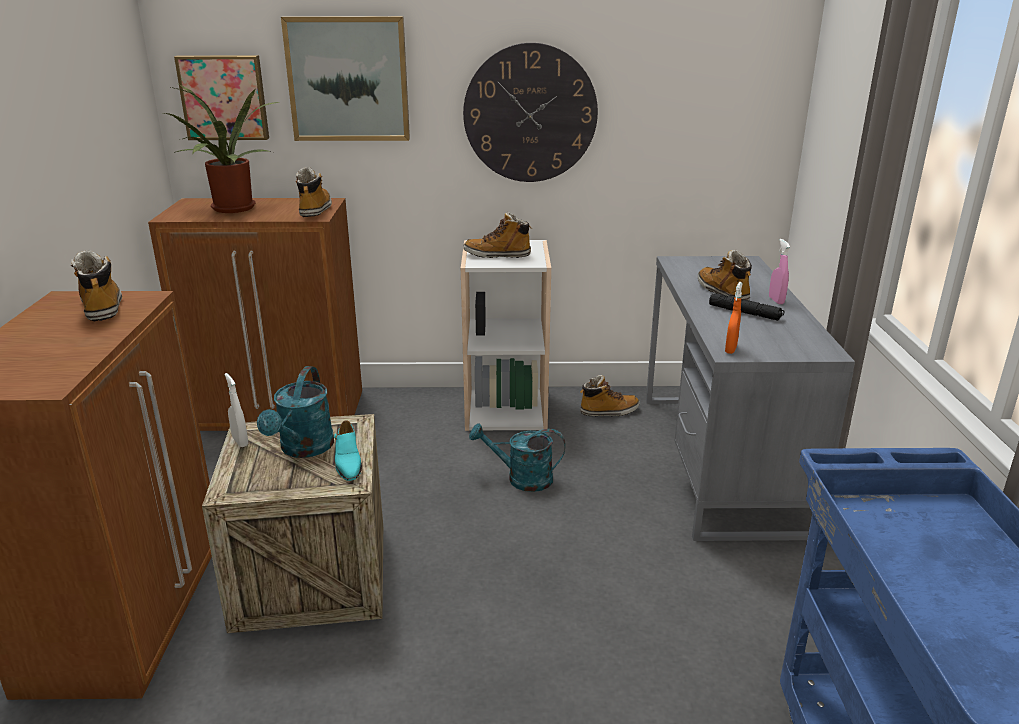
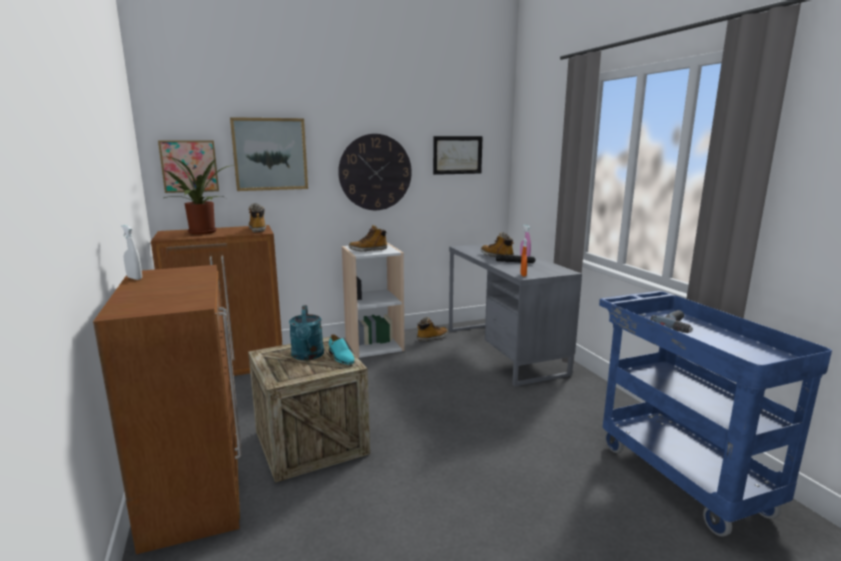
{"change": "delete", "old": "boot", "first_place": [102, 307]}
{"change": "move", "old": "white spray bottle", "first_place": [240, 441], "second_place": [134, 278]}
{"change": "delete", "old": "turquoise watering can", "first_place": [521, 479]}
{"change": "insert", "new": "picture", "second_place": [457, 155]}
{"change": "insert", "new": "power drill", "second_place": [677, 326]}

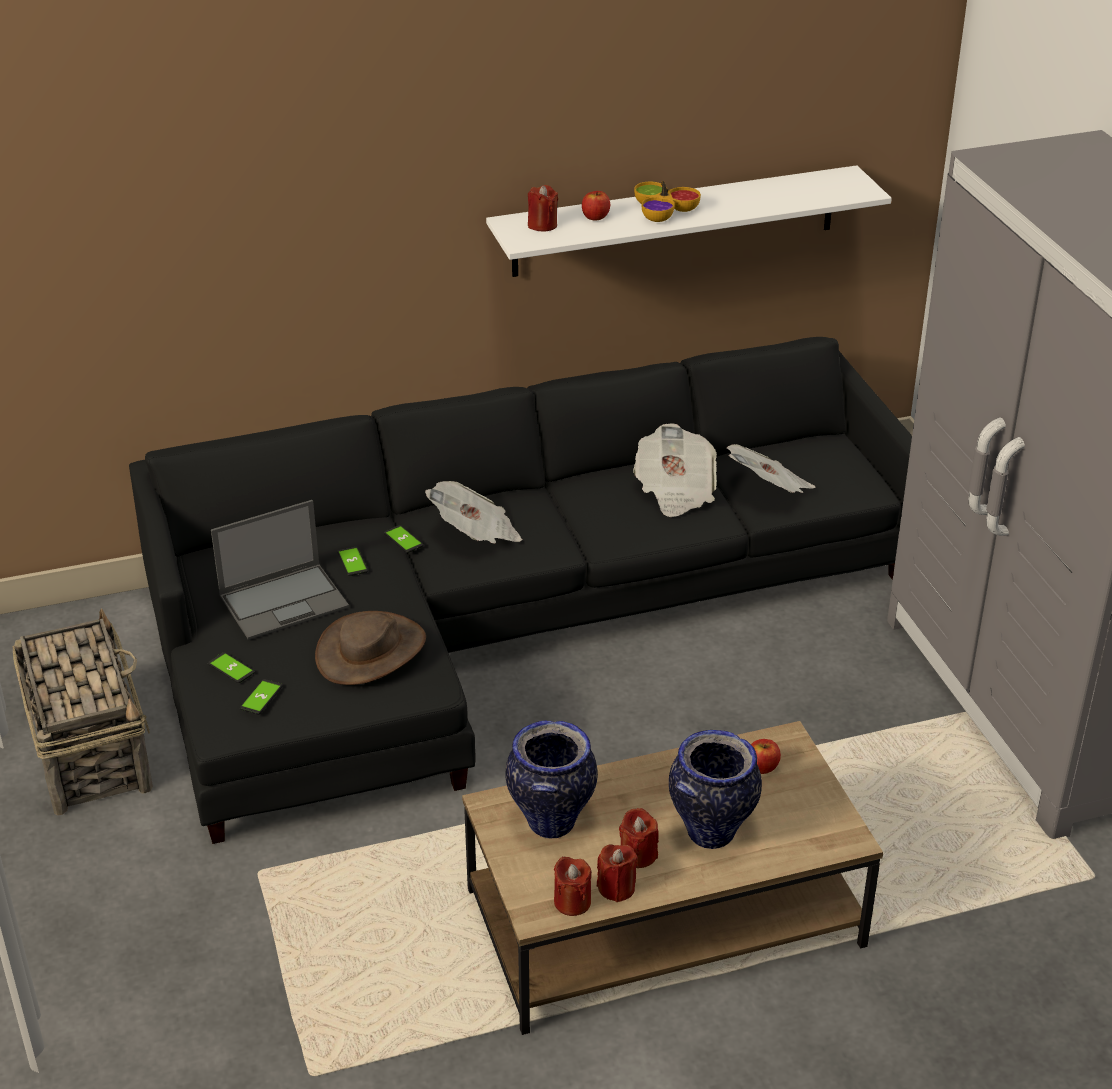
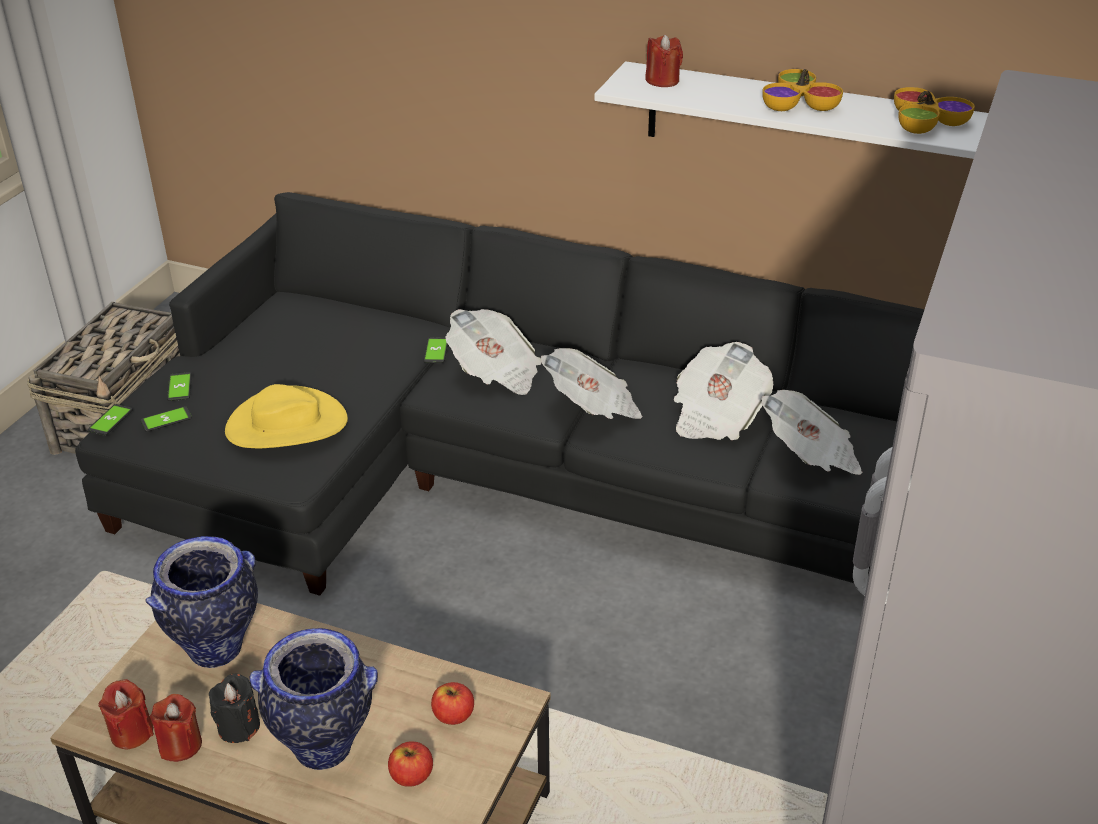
{"change": "move", "old": "apple", "first_place": [595, 217], "second_place": [411, 776]}
{"change": "delete", "old": "laptop", "first_place": [285, 601]}
{"change": "move", "old": "phone", "first_place": [352, 562], "second_place": [111, 420]}
{"change": "recolor", "old": "brown hat", "new": "yellow hat", "first_place": [371, 651], "second_place": [286, 425]}
{"change": "recolor", "old": "red candle", "new": "black candle", "first_place": [638, 855], "second_place": [239, 726]}
{"change": "insert", "new": "bowl", "second_place": [925, 122]}
{"change": "insert", "new": "newspaper", "second_place": [593, 407]}

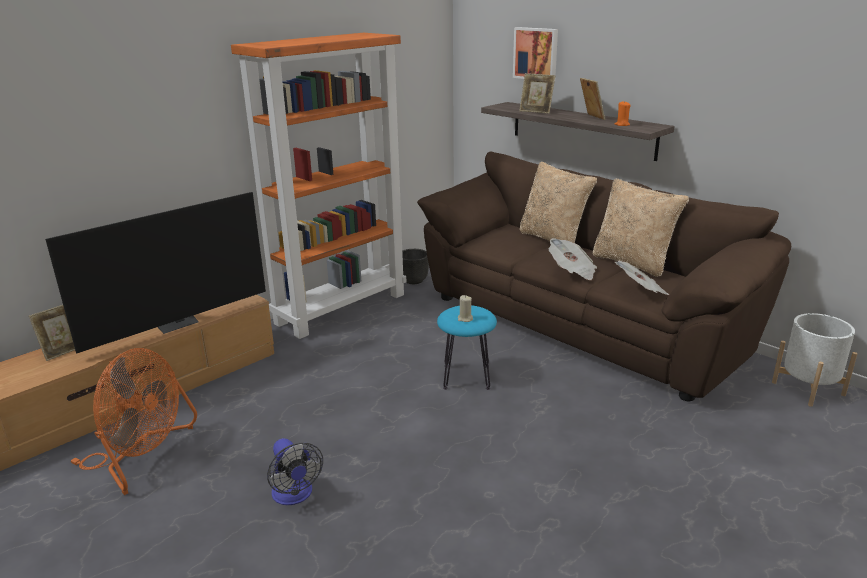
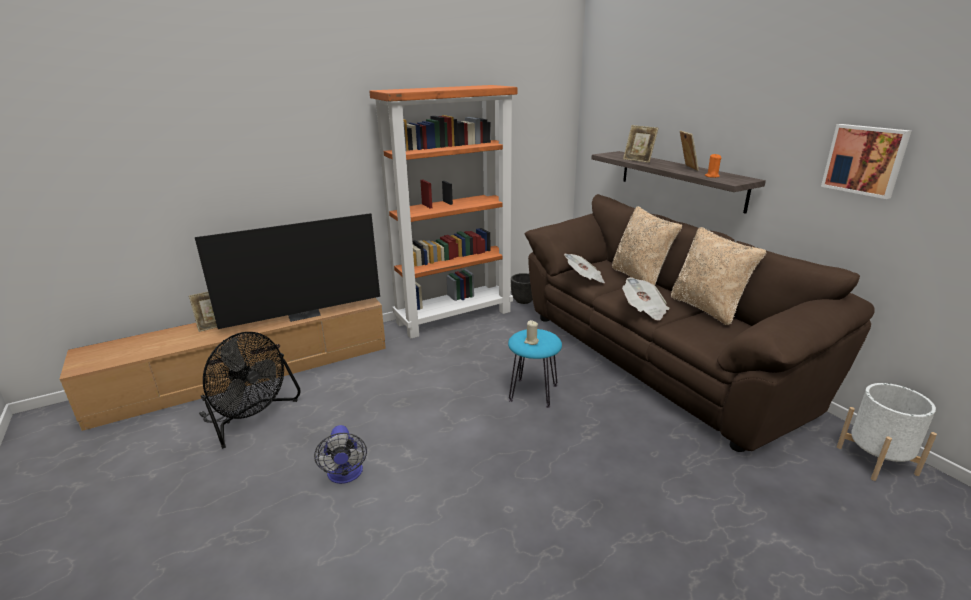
{"change": "move", "old": "picture", "first_place": [536, 54], "second_place": [865, 160]}
{"change": "move", "old": "newspaper", "first_place": [640, 291], "second_place": [584, 278]}
{"change": "recolor", "old": "orange fan", "new": "black fan", "first_place": [139, 457], "second_place": [247, 419]}

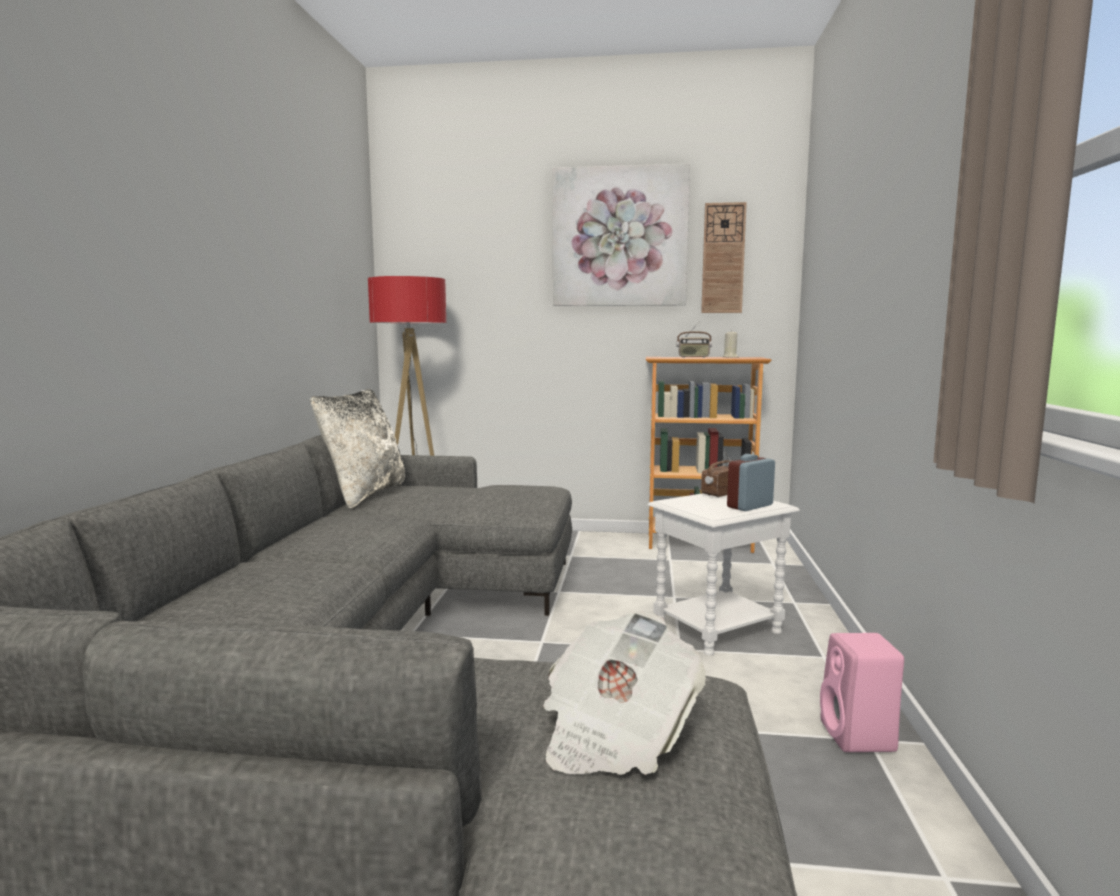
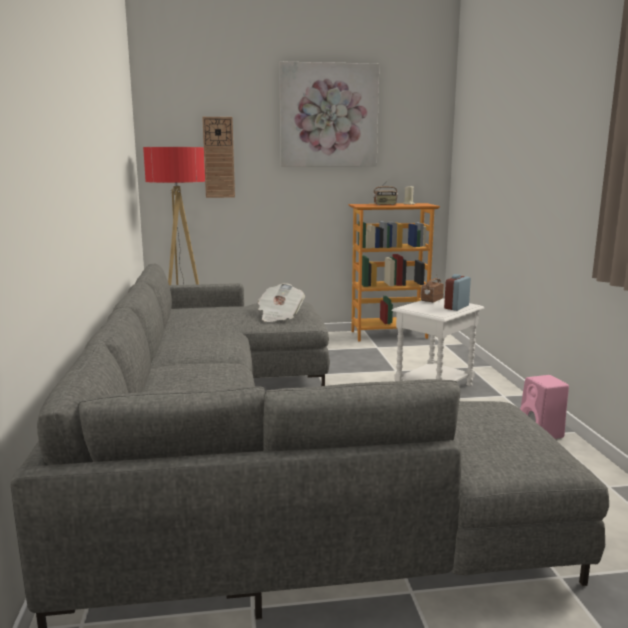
{"change": "move", "old": "wall clock", "first_place": [723, 258], "second_place": [219, 157]}
{"change": "delete", "old": "beige pillow", "first_place": [365, 495]}
{"change": "move", "old": "newspaper", "first_place": [615, 733], "second_place": [279, 316]}

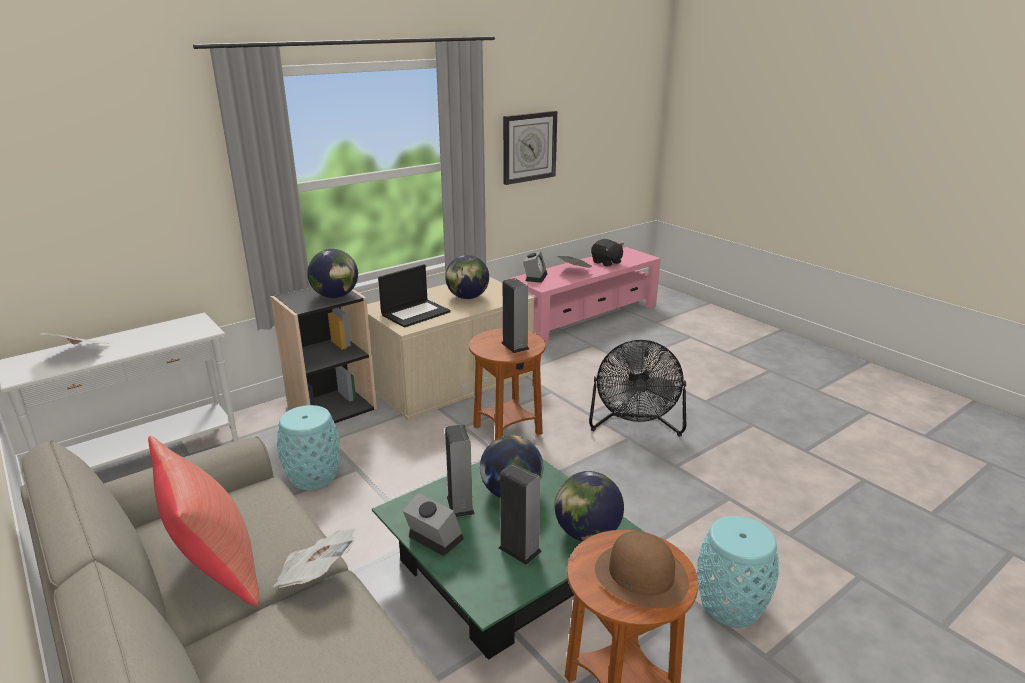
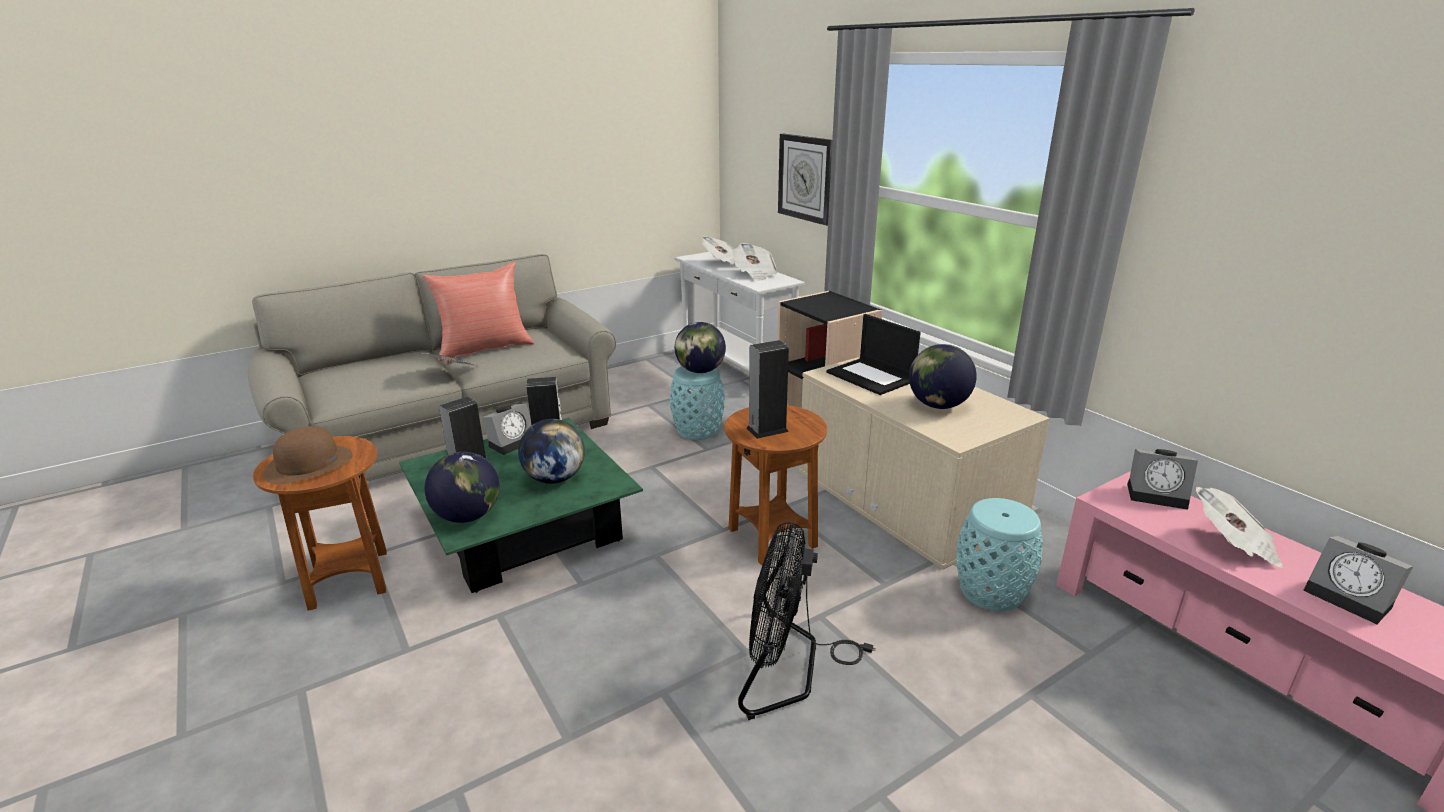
{"change": "move", "old": "wall clock", "first_place": [529, 147], "second_place": [806, 178]}
{"change": "replace", "old": "black plush toy", "new": "alarm clock", "first_place": [606, 262], "second_place": [1351, 598]}
{"change": "move", "old": "globe", "first_place": [335, 296], "second_place": [700, 371]}
{"change": "move", "old": "turquoise stool", "first_place": [730, 606], "second_place": [990, 592]}
{"change": "insert", "new": "newspaper", "second_place": [754, 274]}

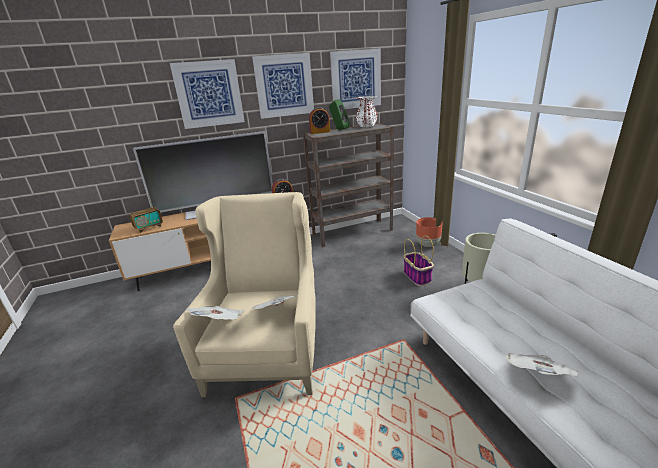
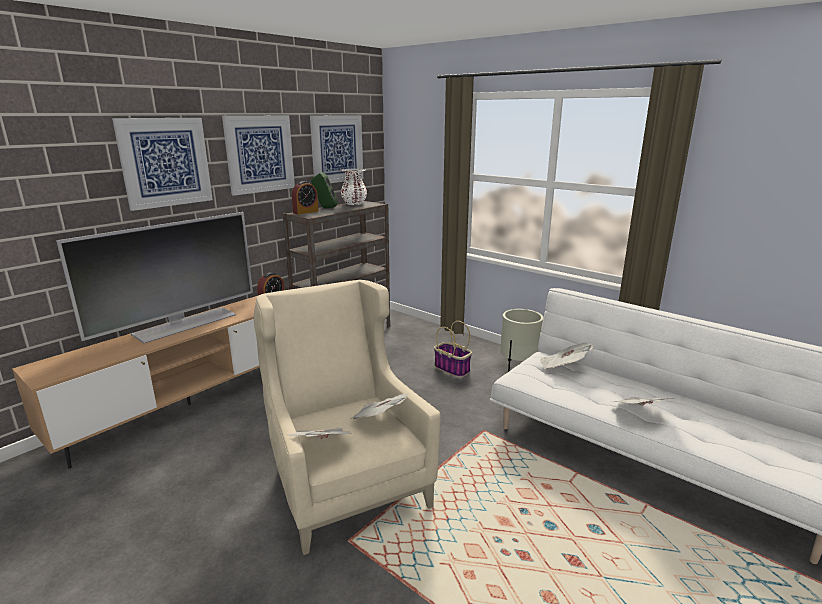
{"change": "delete", "old": "radio", "first_place": [149, 228]}
{"change": "delete", "old": "brown planter", "first_place": [428, 244]}
{"change": "insert", "new": "newspaper", "second_place": [563, 367]}

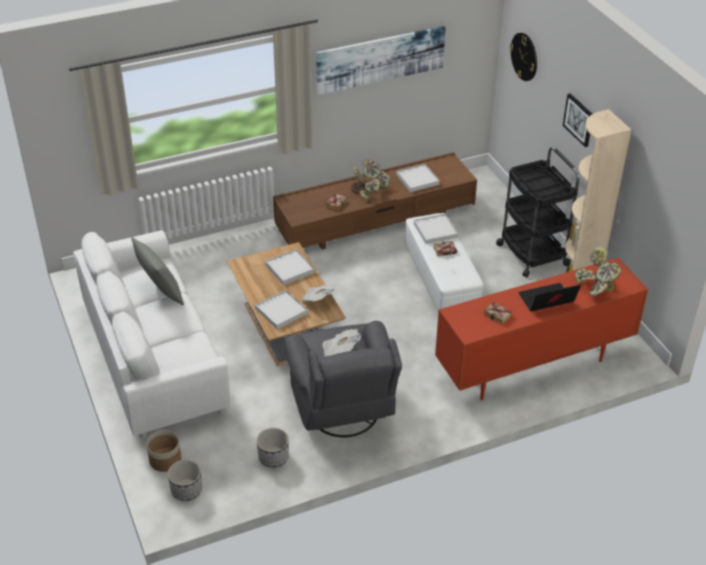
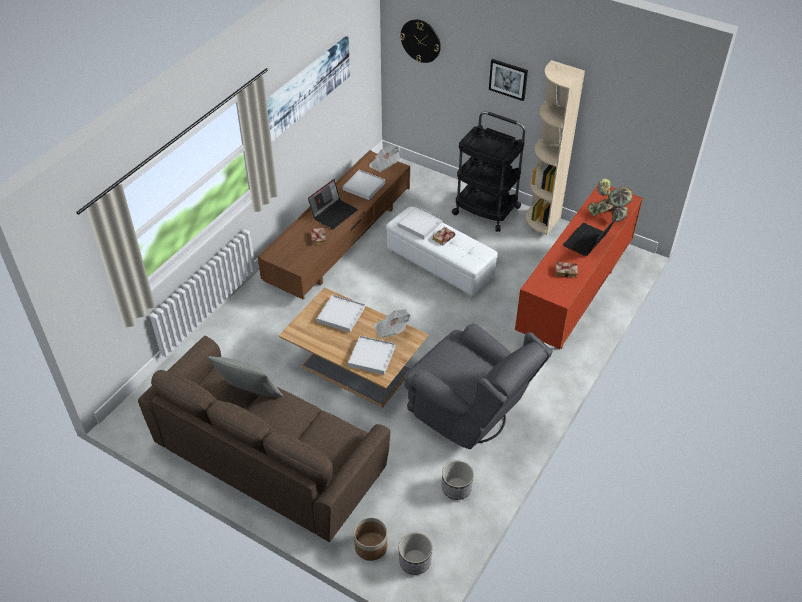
{"change": "replace", "old": "potted plant", "new": "laptop", "first_place": [369, 190], "second_place": [334, 213]}
{"change": "recolor", "old": "white sofa", "new": "brown sofa", "first_place": [154, 357], "second_place": [270, 459]}
{"change": "move", "old": "newspaper", "first_place": [340, 350], "second_place": [384, 165]}

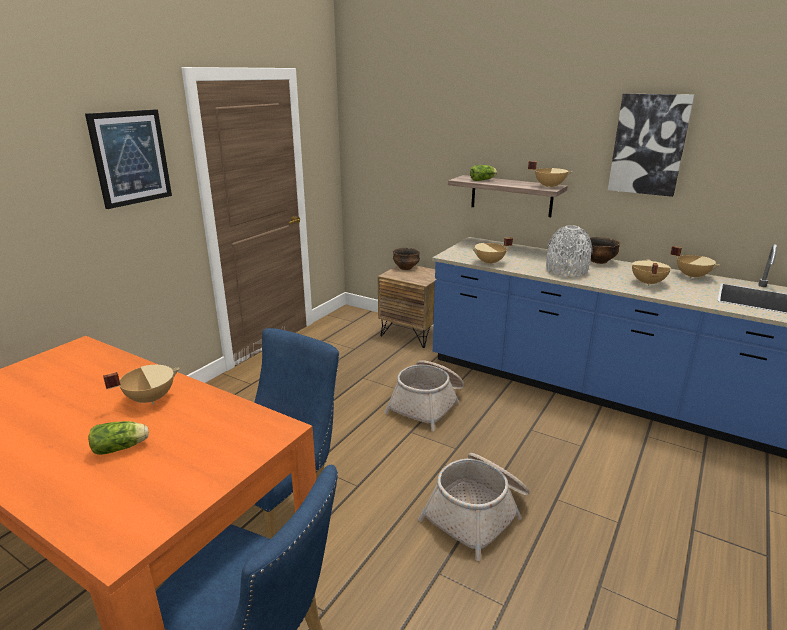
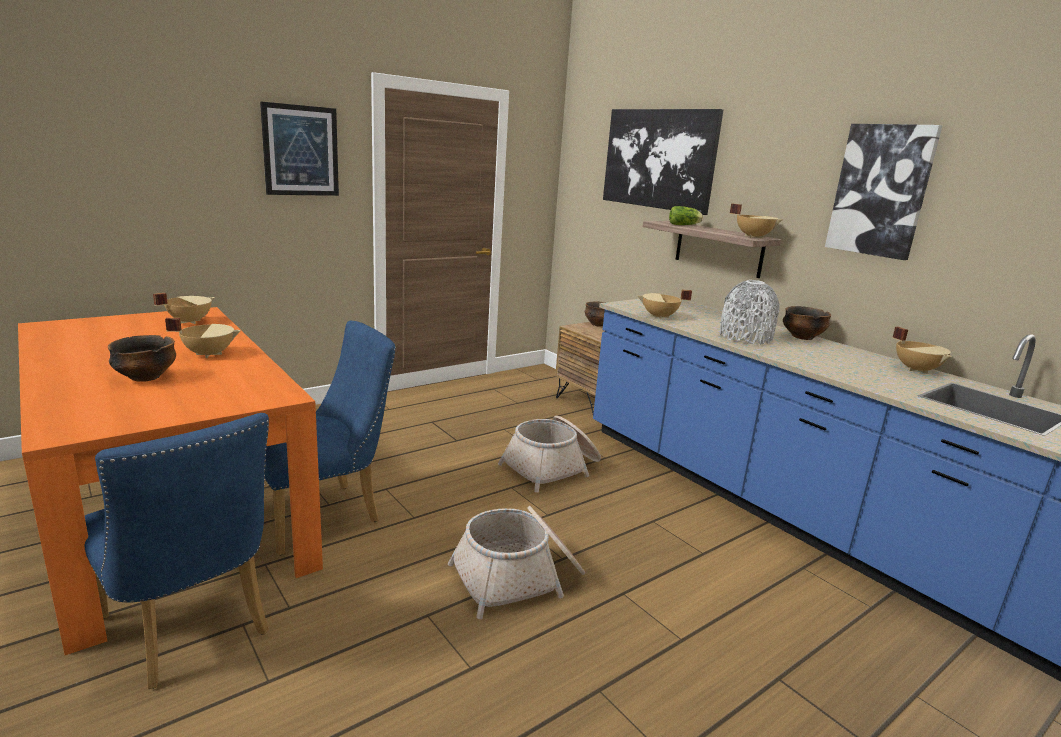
{"change": "move", "old": "beige cooking pot", "first_place": [647, 283], "second_place": [189, 321]}
{"change": "replace", "old": "lettuce", "new": "bowl", "first_place": [122, 447], "second_place": [145, 378]}
{"change": "insert", "new": "picture", "second_place": [659, 159]}

